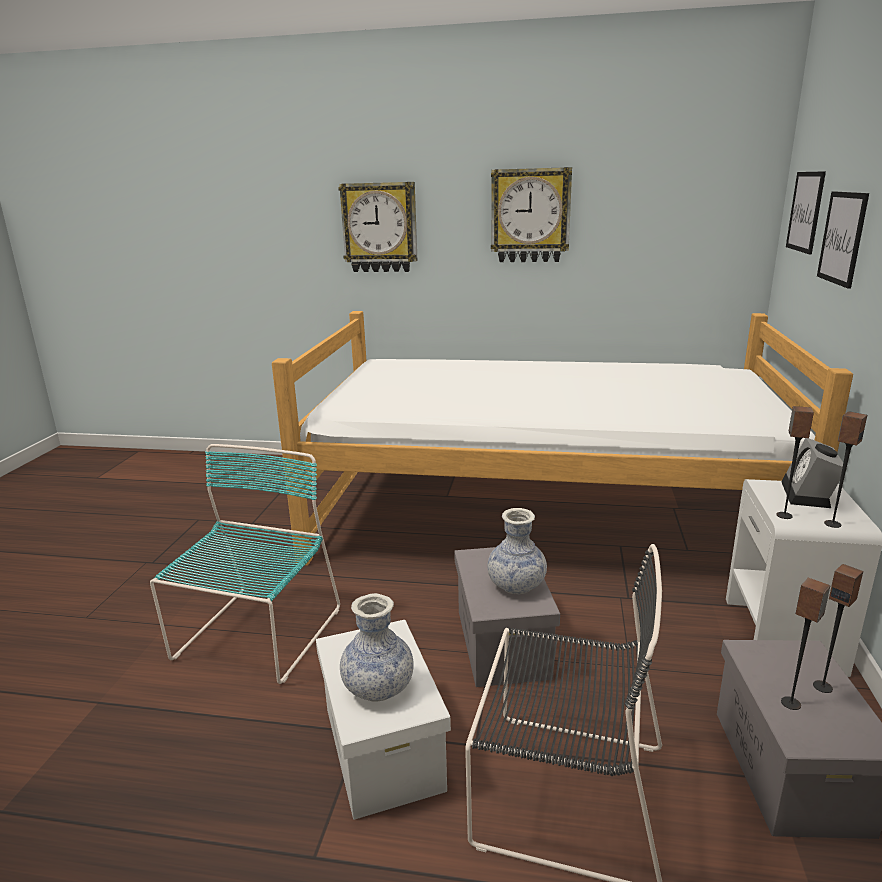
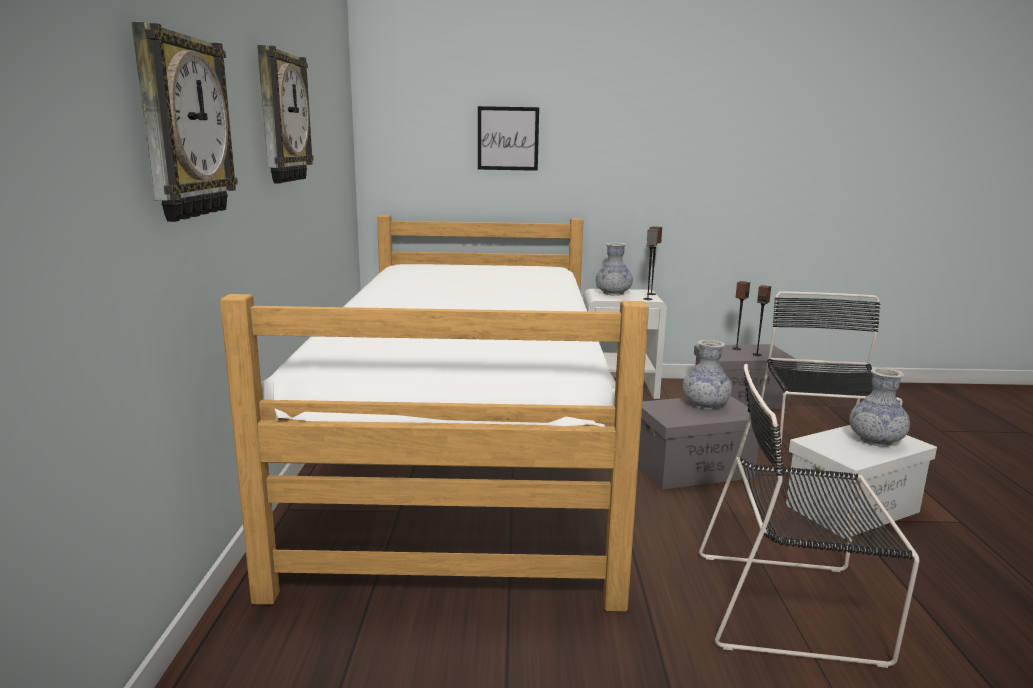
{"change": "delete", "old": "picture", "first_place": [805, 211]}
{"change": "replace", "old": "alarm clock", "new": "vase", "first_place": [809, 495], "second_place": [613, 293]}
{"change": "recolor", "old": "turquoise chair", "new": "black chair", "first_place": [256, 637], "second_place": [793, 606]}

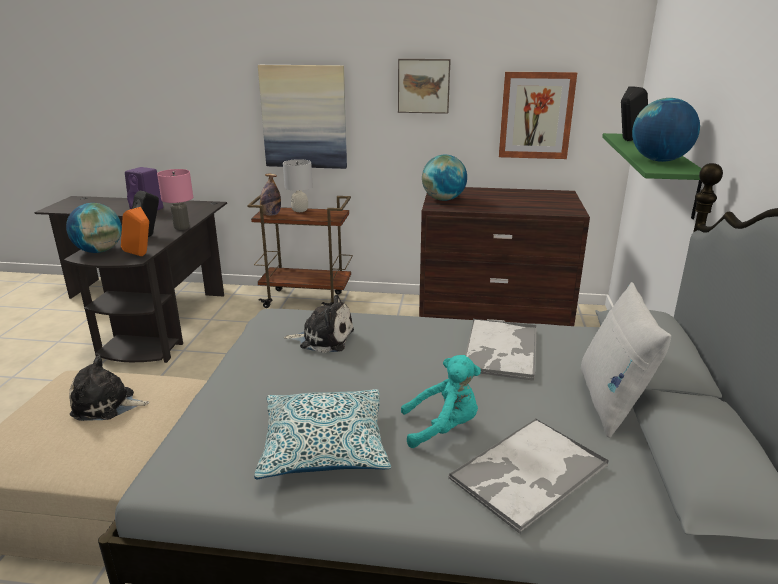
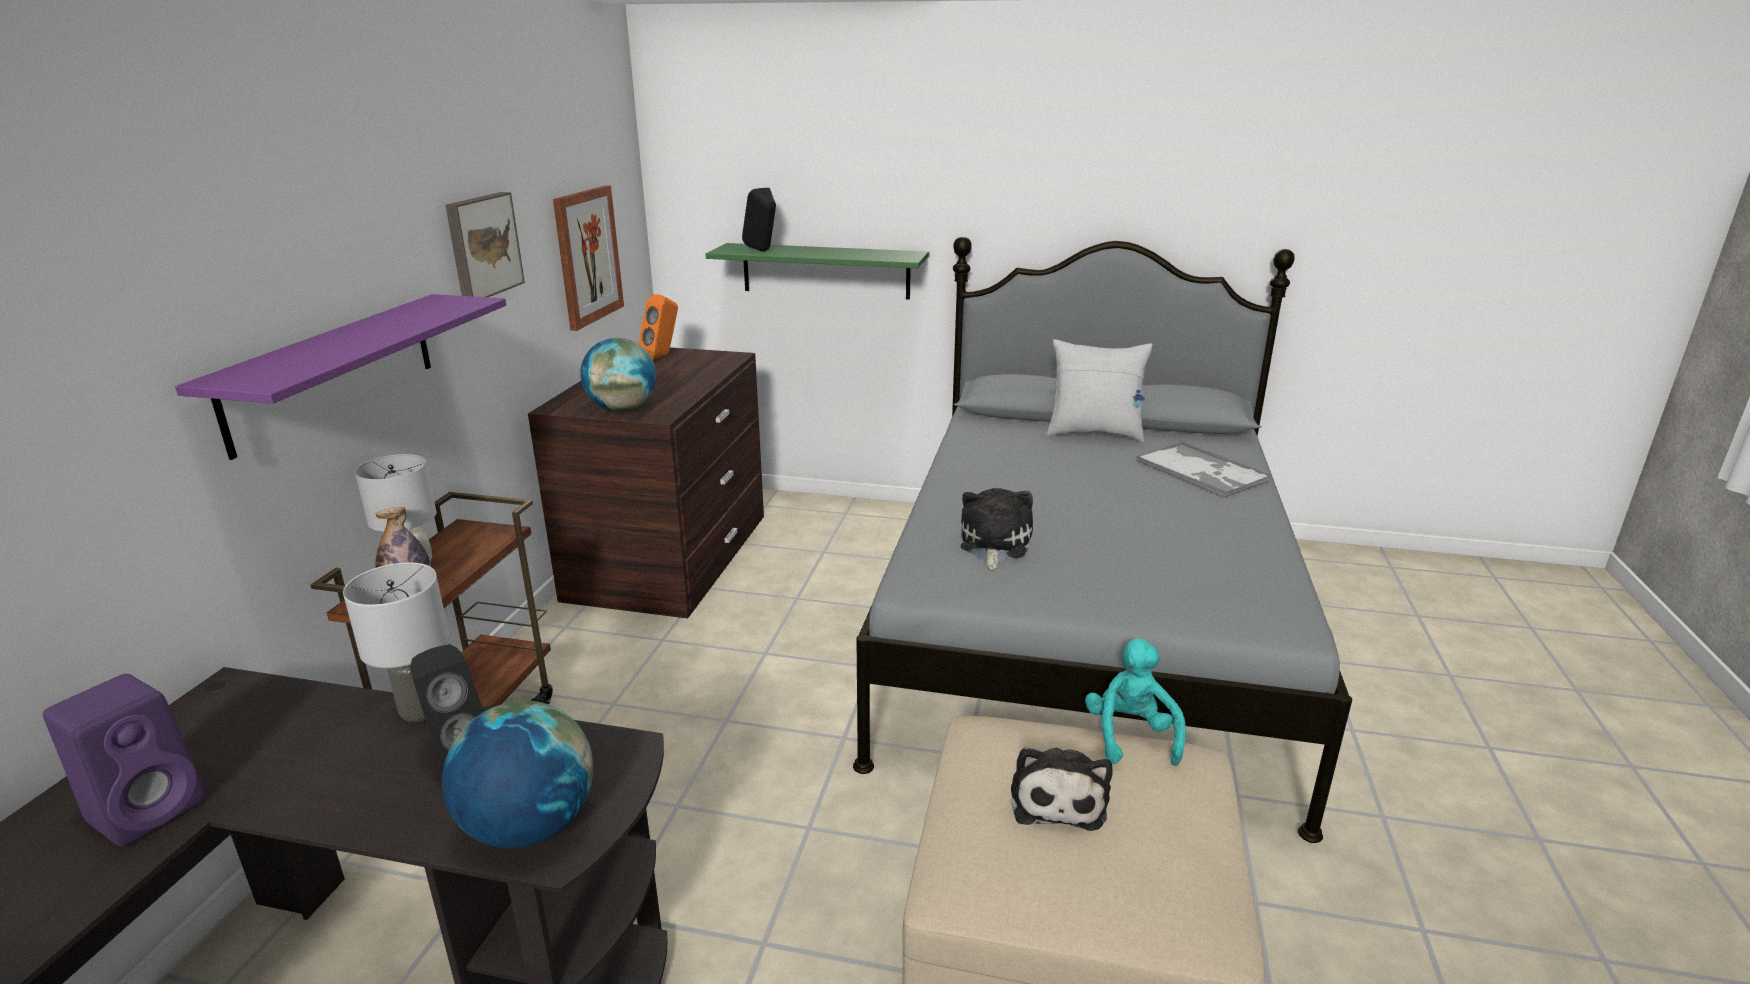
{"change": "replace", "old": "picture", "new": "purple shelf", "first_place": [304, 117], "second_place": [332, 370]}
{"change": "delete", "old": "globe", "first_place": [659, 160]}
{"change": "recolor", "old": "pink table lamp", "new": "white table lamp", "first_place": [181, 228], "second_place": [420, 713]}
{"change": "move", "old": "orange speaker", "first_place": [141, 256], "second_place": [662, 357]}
{"change": "delete", "old": "tray", "first_place": [501, 350]}
{"change": "move", "old": "turquoise plush toy", "first_place": [443, 428], "second_place": [1130, 736]}
{"change": "delete", "old": "pillow", "first_place": [324, 446]}

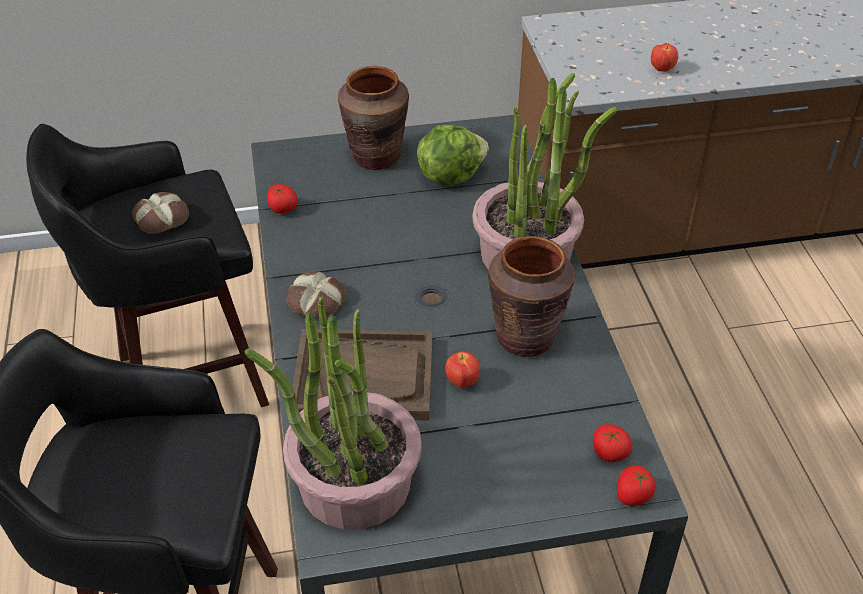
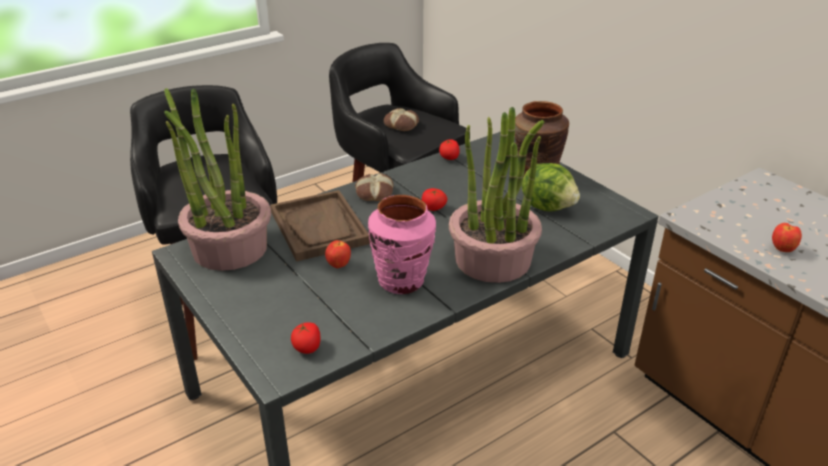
{"change": "recolor", "old": "brown vase", "new": "pink vase", "first_place": [525, 337], "second_place": [402, 281]}
{"change": "move", "old": "tomato", "first_place": [633, 496], "second_place": [433, 208]}

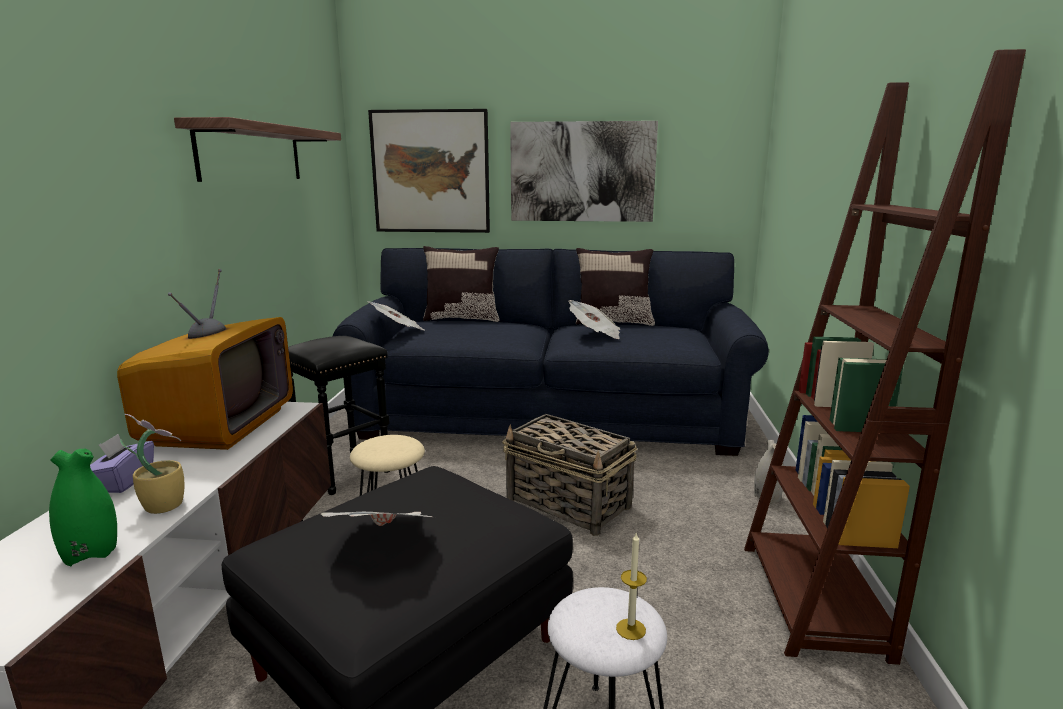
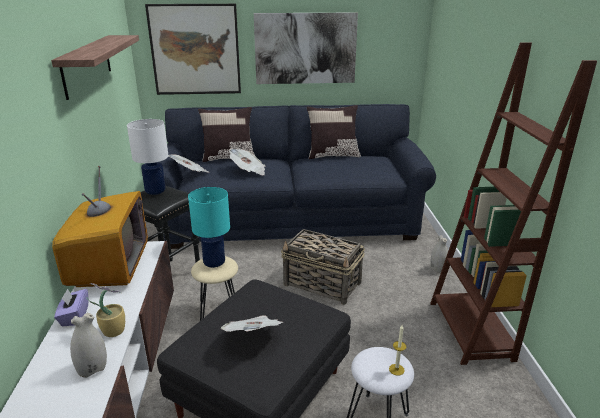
{"change": "move", "old": "newspaper", "first_place": [595, 334], "second_place": [248, 171]}
{"change": "recolor", "old": "green vase", "new": "white vase", "first_place": [91, 554], "second_place": [92, 368]}
{"change": "insert", "new": "white table lamp", "second_place": [155, 192]}
{"change": "insert", "new": "turquoise table lamp", "second_place": [214, 264]}

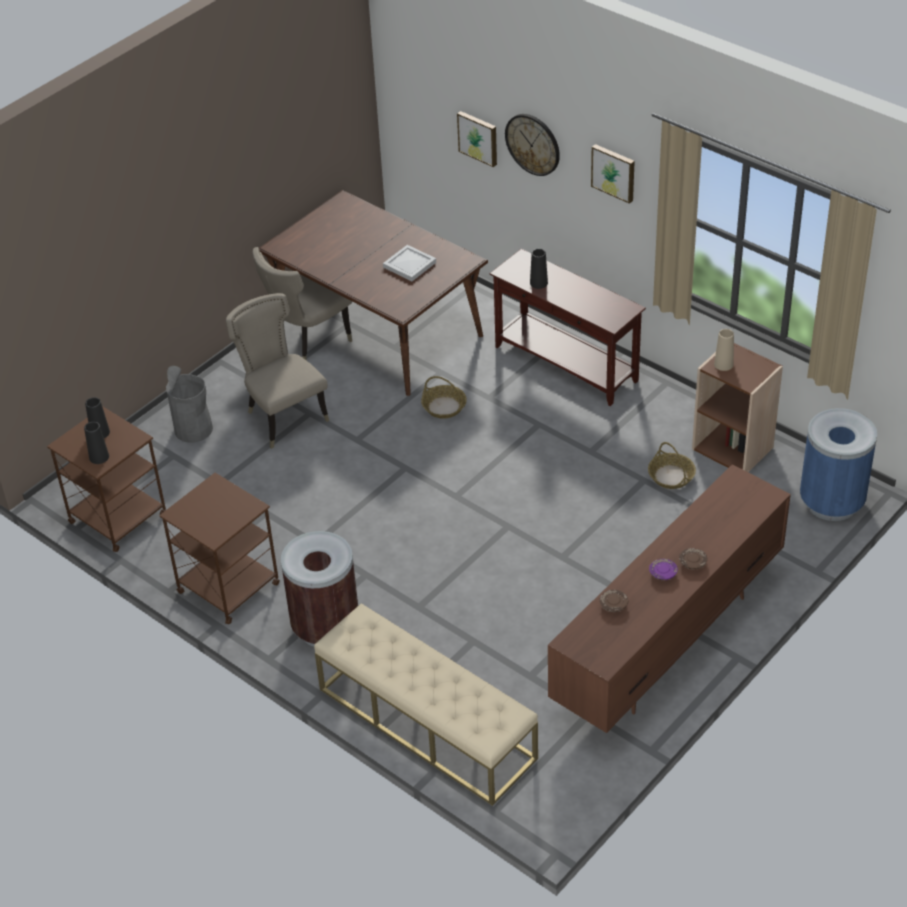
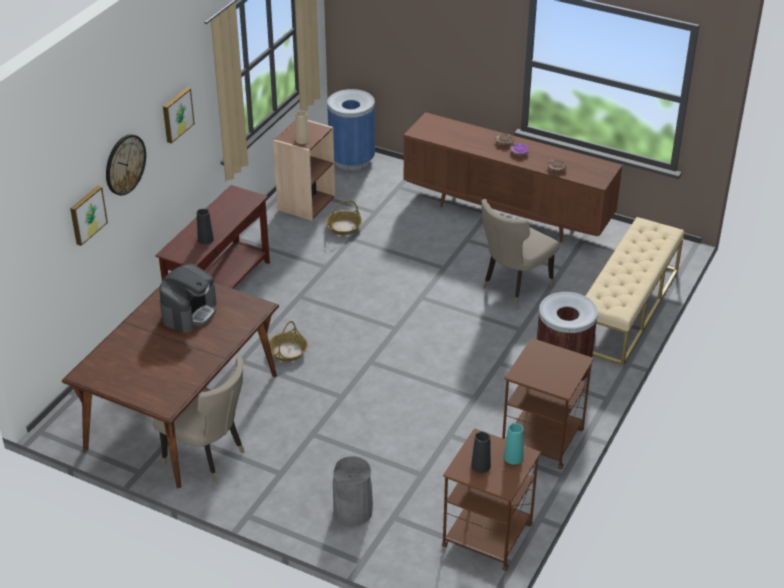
{"change": "replace", "old": "white tray", "new": "coffee machine", "first_place": [410, 265], "second_place": [189, 312]}
{"change": "move", "old": "beige chair", "first_place": [283, 416], "second_place": [513, 286]}
{"change": "recolor", "old": "black vase", "new": "turquoise vase", "first_place": [99, 457], "second_place": [513, 457]}

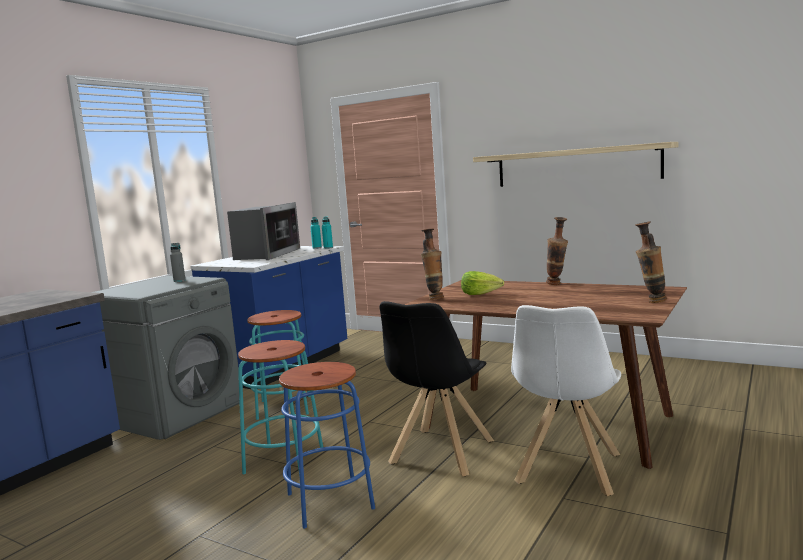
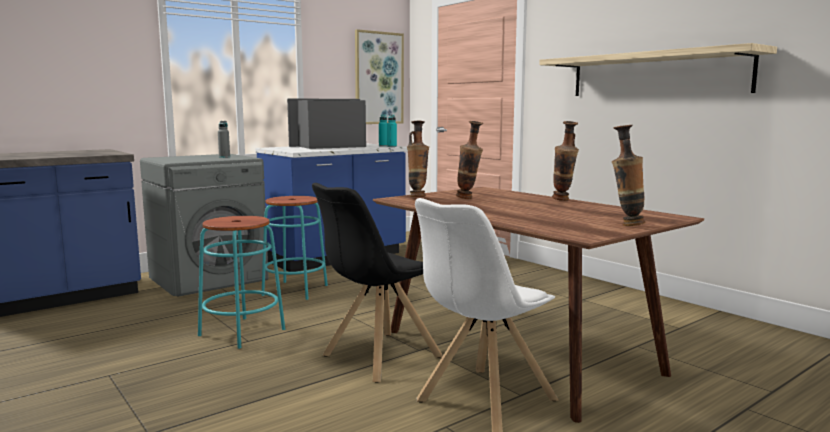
{"change": "rotate", "old": "microwave", "first_place": [266, 254], "second_place": [331, 146], "degrees": -150}
{"change": "replace", "old": "lettuce", "new": "vase", "first_place": [481, 294], "second_place": [468, 198]}
{"change": "delete", "old": "blue stool", "first_place": [330, 501]}
{"change": "insert", "new": "picture", "second_place": [378, 78]}

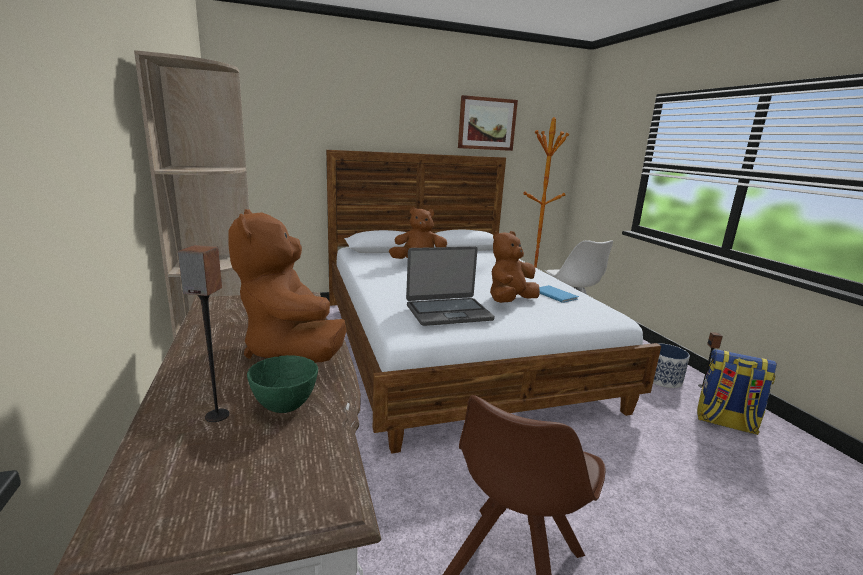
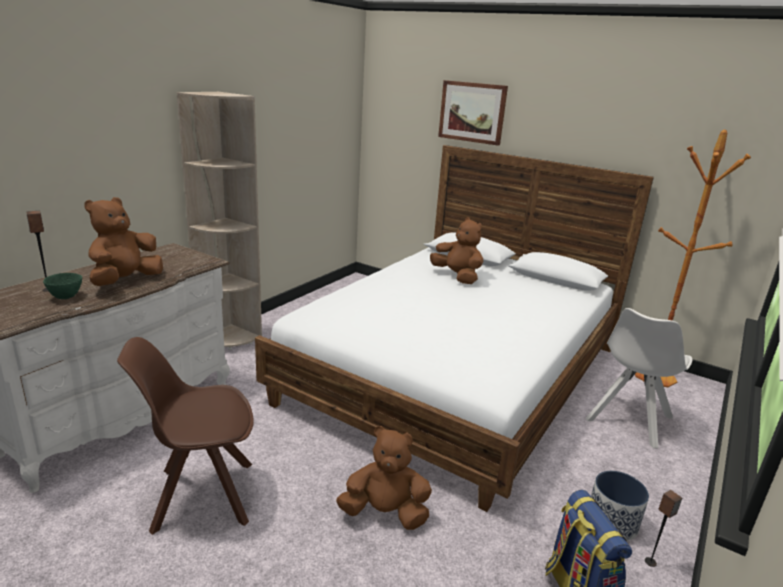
{"change": "move", "old": "picture", "first_place": [487, 124], "second_place": [472, 112]}
{"change": "move", "old": "brown plush toy", "first_place": [510, 301], "second_place": [385, 513]}
{"change": "delete", "old": "laptop", "first_place": [448, 312]}
{"change": "delete", "old": "blue book", "first_place": [555, 294]}

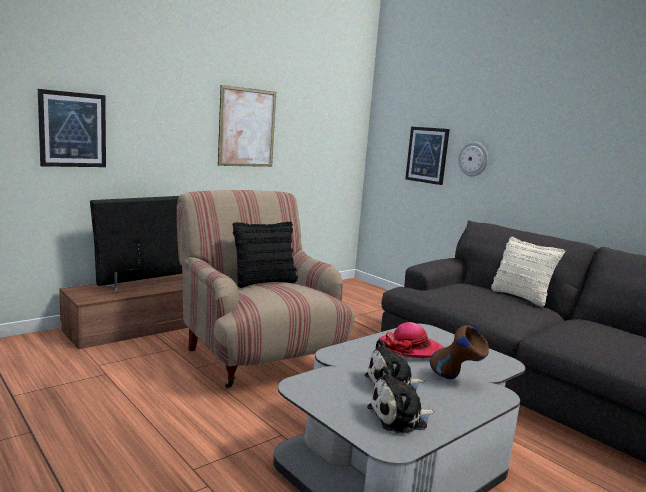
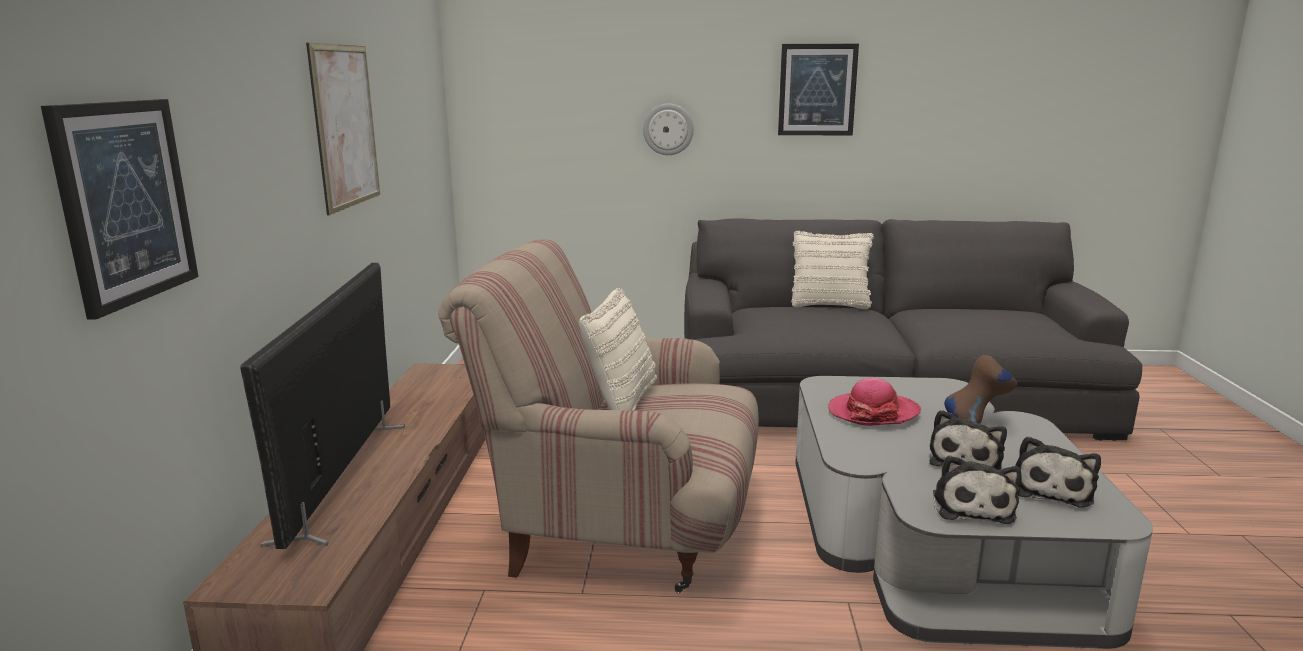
{"change": "move", "old": "picture", "first_place": [427, 155], "second_place": [817, 90]}
{"change": "recolor", "old": "black pillow", "new": "beige pillow", "first_place": [264, 282], "second_place": [621, 403]}
{"change": "insert", "new": "plush toy", "second_place": [972, 506]}

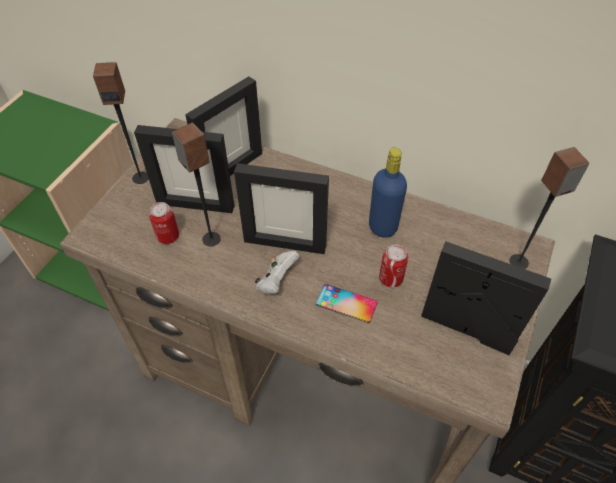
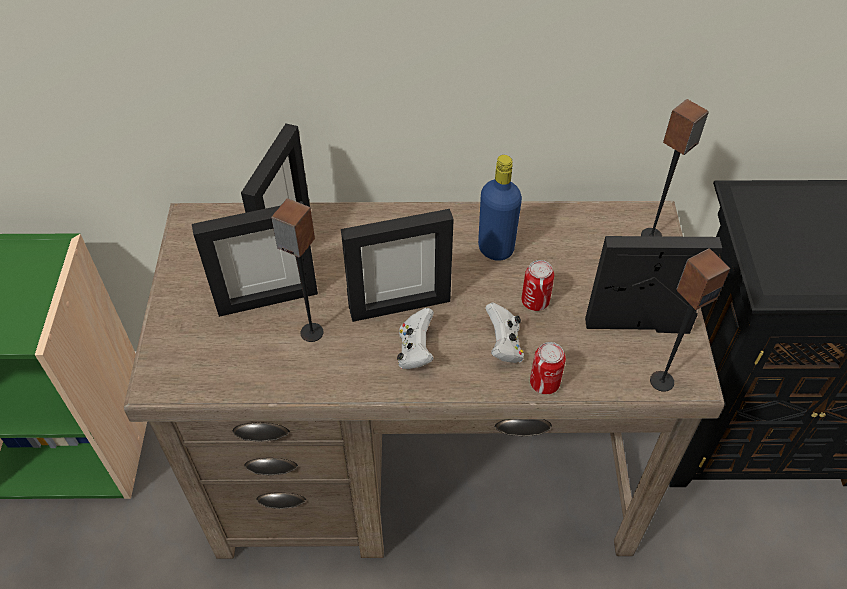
{"change": "move", "old": "speaker", "first_place": [140, 177], "second_place": [661, 381]}
{"change": "move", "old": "can", "first_place": [168, 236], "second_place": [544, 383]}
{"change": "replace", "old": "phone", "new": "white game controller", "first_place": [346, 303], "second_place": [504, 345]}

